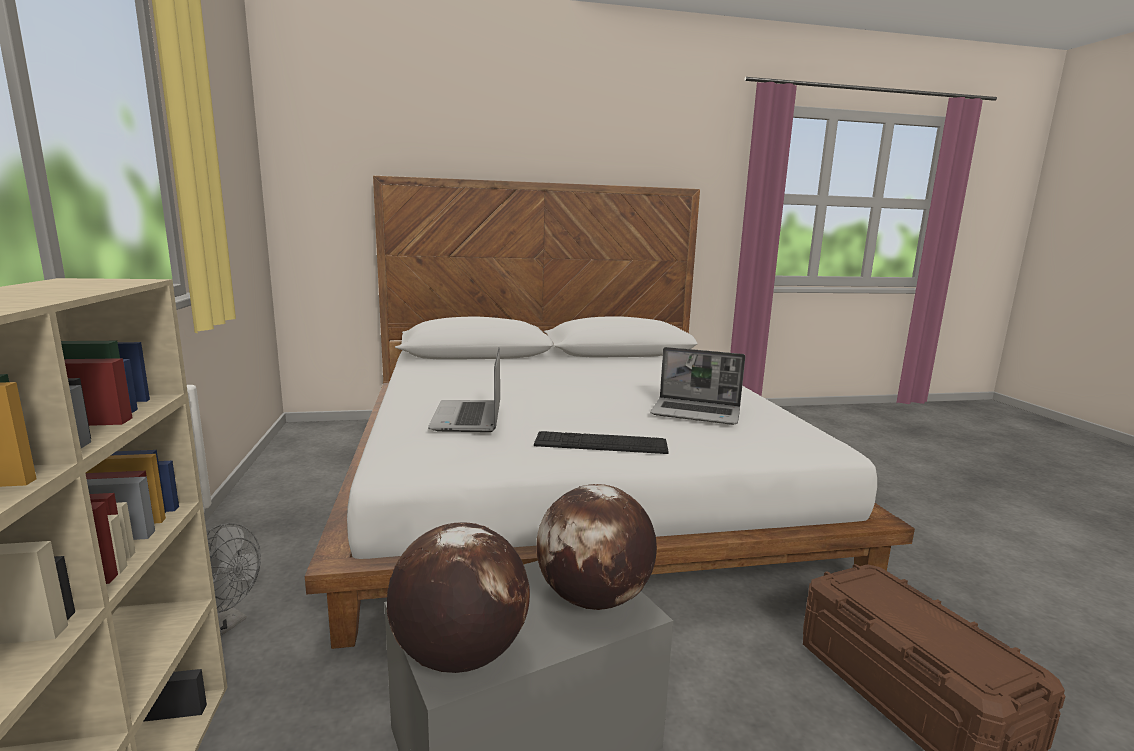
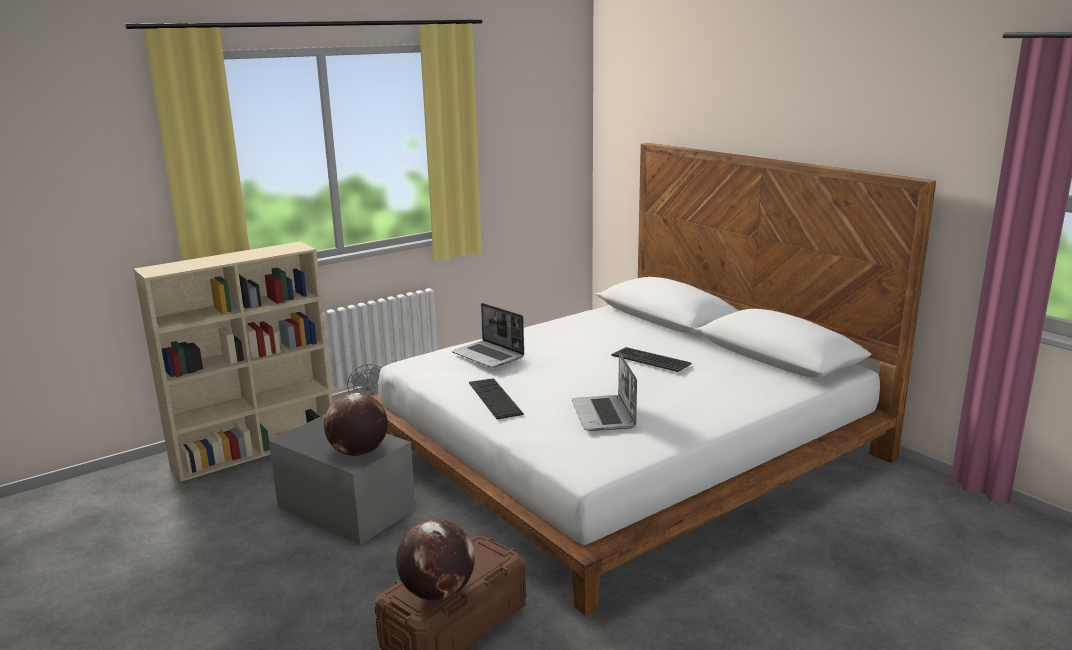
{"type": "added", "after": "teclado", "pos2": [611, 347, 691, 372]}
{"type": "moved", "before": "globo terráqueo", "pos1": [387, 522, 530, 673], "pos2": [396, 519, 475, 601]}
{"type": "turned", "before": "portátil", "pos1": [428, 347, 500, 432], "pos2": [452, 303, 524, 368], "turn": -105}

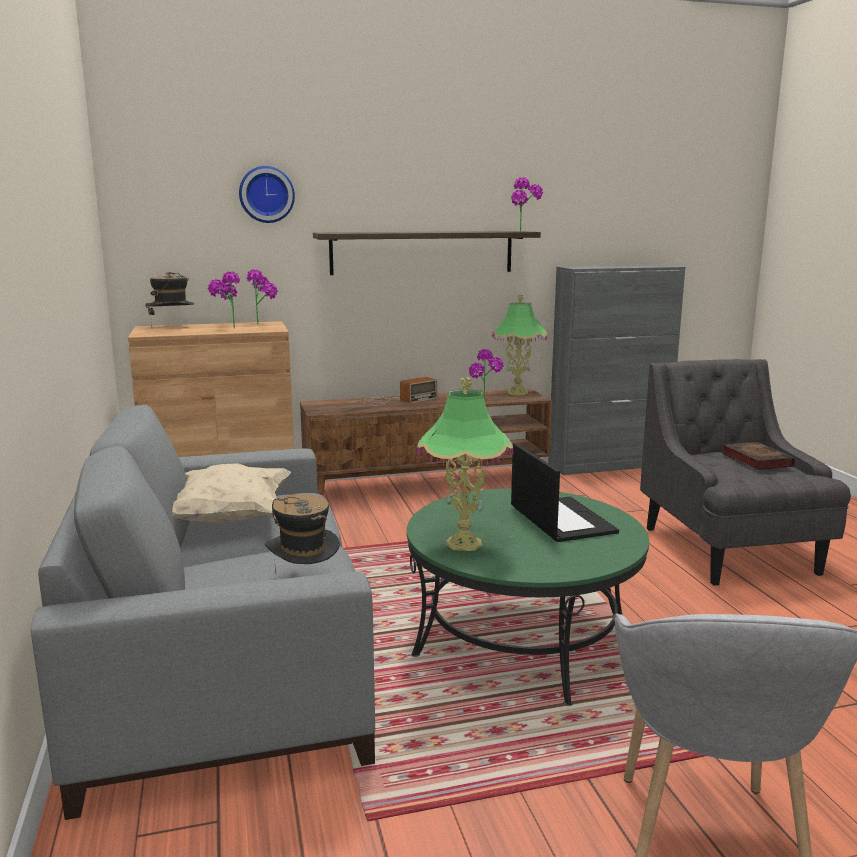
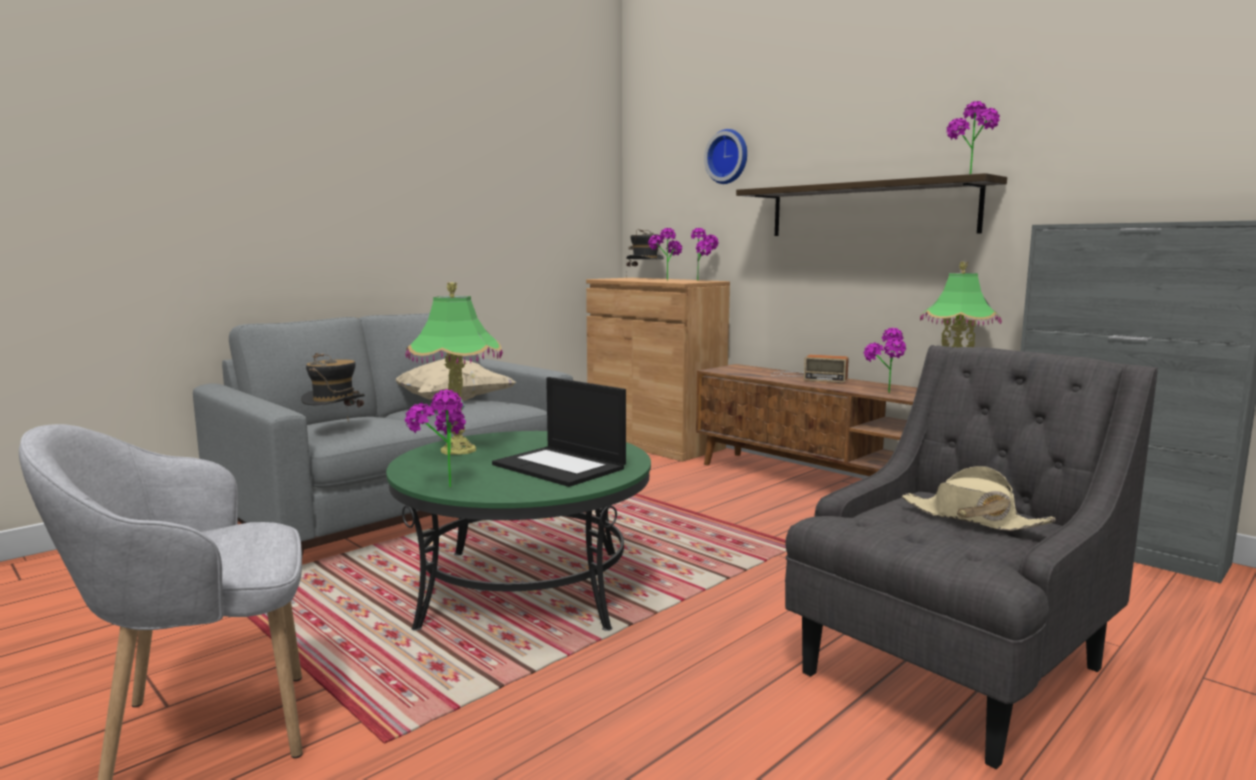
{"type": "added", "after": "planta en maceta", "pos2": [405, 389, 466, 488]}
{"type": "replaced", "before": "libro", "after": "sombrero (beis)", "pos1": [721, 442, 795, 470], "pos2": [902, 466, 1056, 531]}
{"type": "turned", "before": "portátil", "pos1": [511, 443, 619, 542], "pos2": [492, 377, 626, 487], "turn": 90}

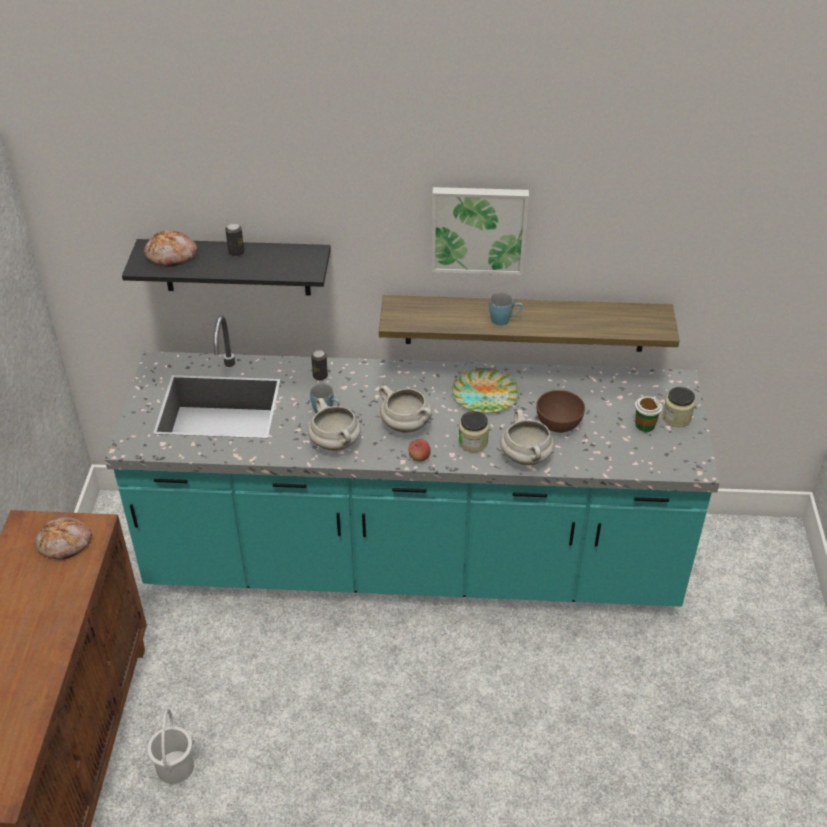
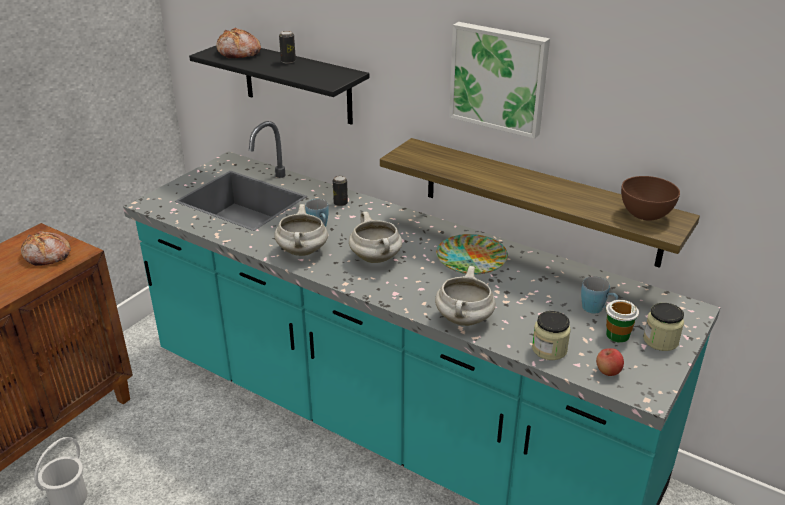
{"type": "moved", "before": "manzana", "pos1": [408, 439, 431, 462], "pos2": [596, 348, 624, 376]}
{"type": "moved", "before": "tarro", "pos1": [459, 411, 489, 452], "pos2": [532, 311, 571, 360]}
{"type": "moved", "before": "taza grande (azul)", "pos1": [489, 292, 523, 326], "pos2": [581, 276, 618, 314]}
{"type": "moved", "before": "cuenco (marrón)", "pos1": [536, 390, 585, 433], "pos2": [621, 176, 680, 221]}

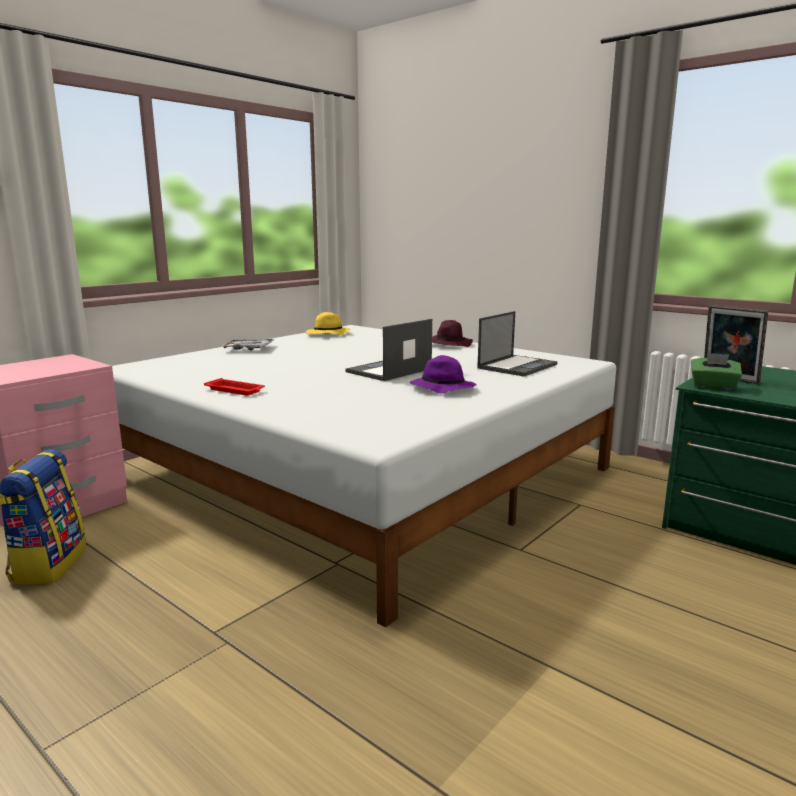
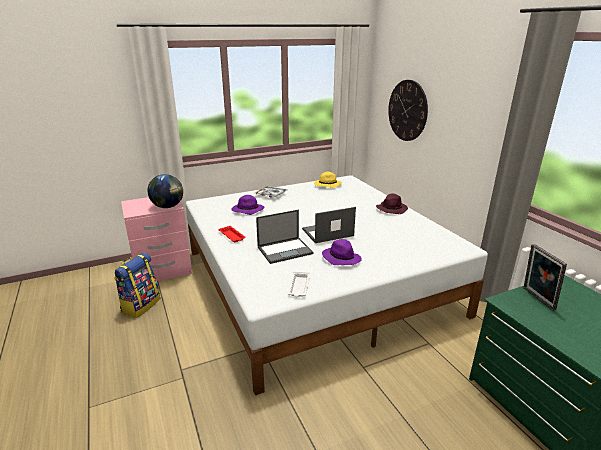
{"type": "removed", "before": "caja de pañuelos (verde)", "pos1": [691, 353, 742, 390]}
{"type": "added", "after": "globo terráqueo", "pos2": [148, 174, 183, 208]}
{"type": "added", "after": "sombrero (morado)", "pos2": [231, 195, 264, 215]}
{"type": "added", "after": "bandeja (blanco)", "pos2": [288, 272, 310, 297]}
{"type": "added", "after": "reloj de pared", "pos2": [388, 80, 428, 141]}
{"type": "moved", "before": "portátil", "pos1": [477, 311, 557, 377], "pos2": [256, 210, 313, 264]}

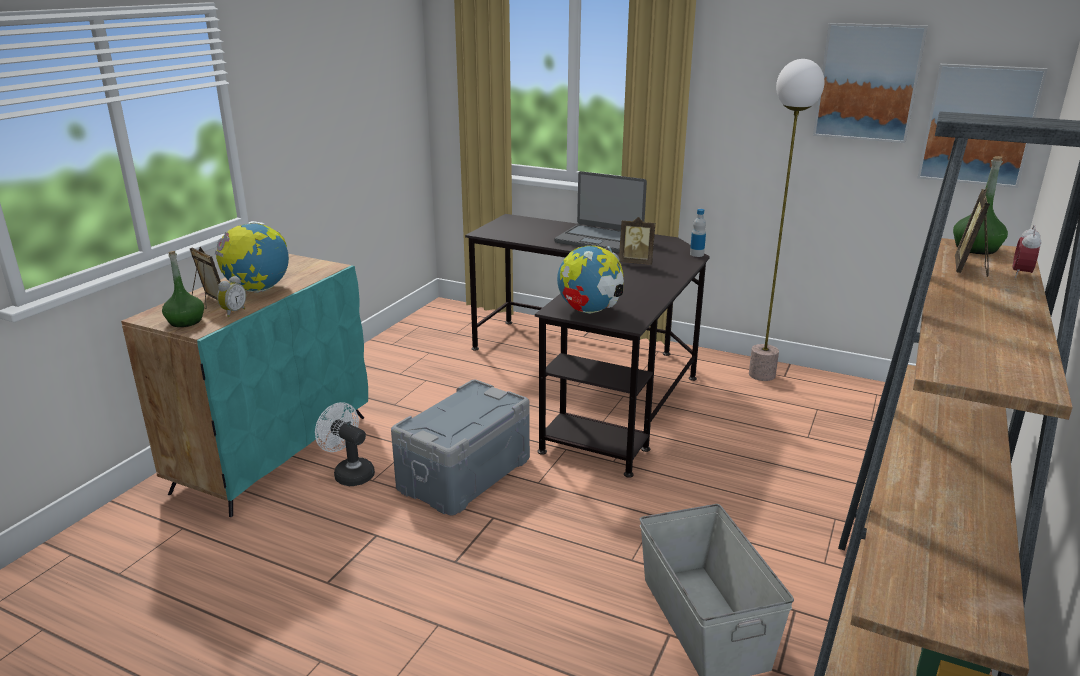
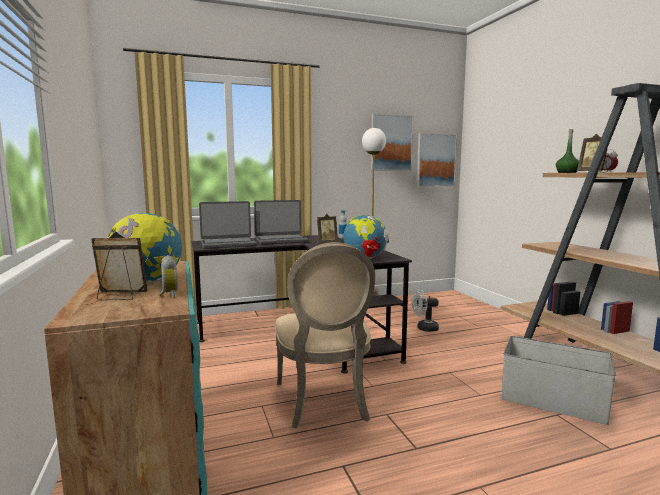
{"type": "removed", "before": "botella (verde)", "pos1": [162, 251, 204, 327]}
{"type": "added", "after": "portátil", "pos2": [199, 201, 257, 249]}
{"type": "moved", "before": "ventilador (blanco)", "pos1": [315, 402, 375, 486], "pos2": [411, 289, 439, 332]}
{"type": "replaced", "before": "caja de almacenaje (gris)", "after": "silla (beis)", "pos1": [391, 380, 530, 515], "pos2": [274, 242, 375, 428]}

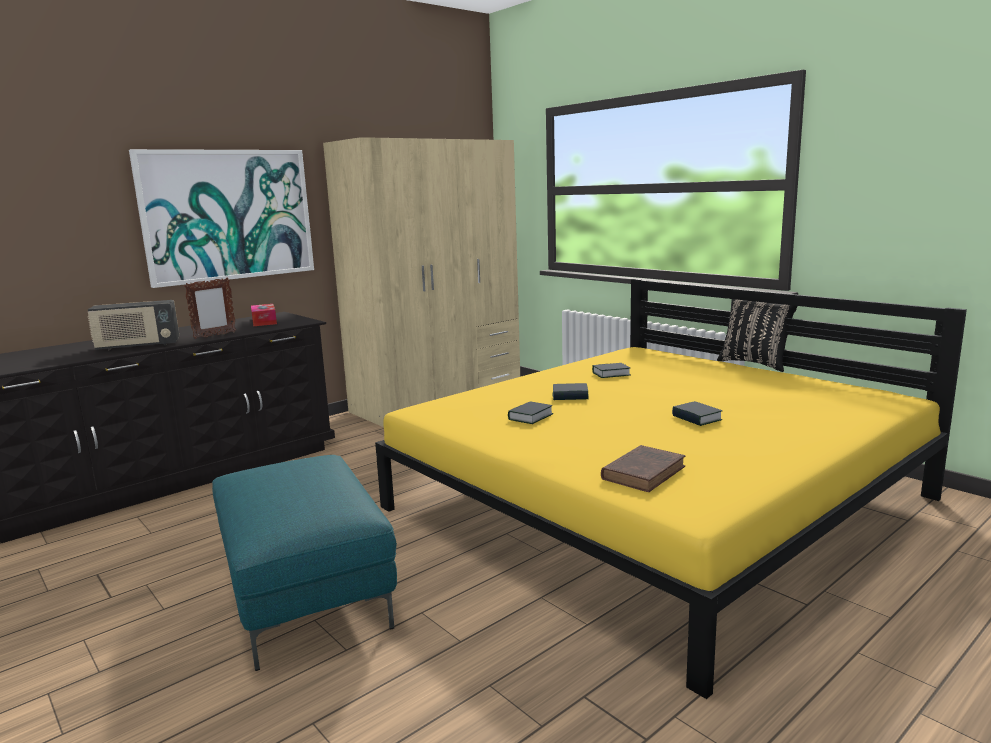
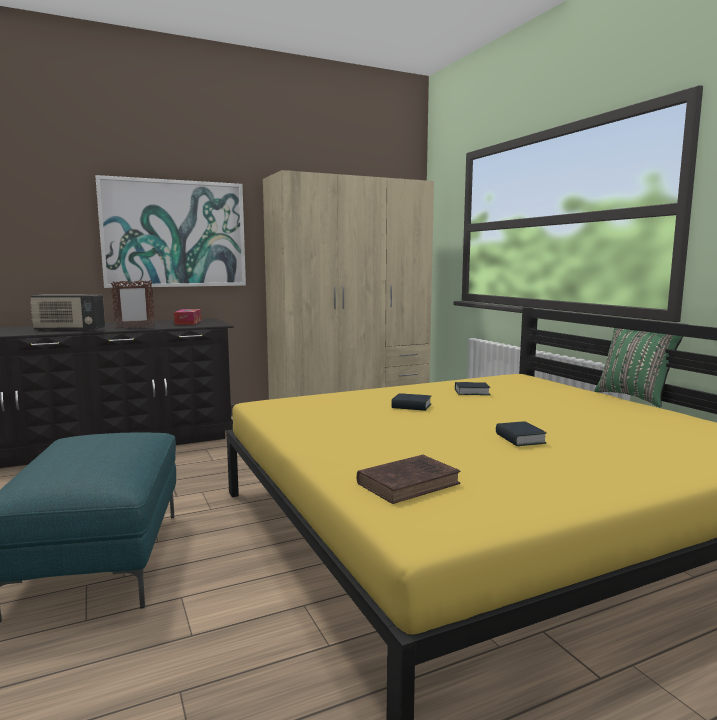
{"type": "removed", "before": "libro", "pos1": [508, 401, 553, 424]}
{"type": "recoloured", "before": "cojín (negro)", "after": "cojín (verde)", "pos1": [717, 299, 797, 372], "pos2": [594, 328, 683, 408]}

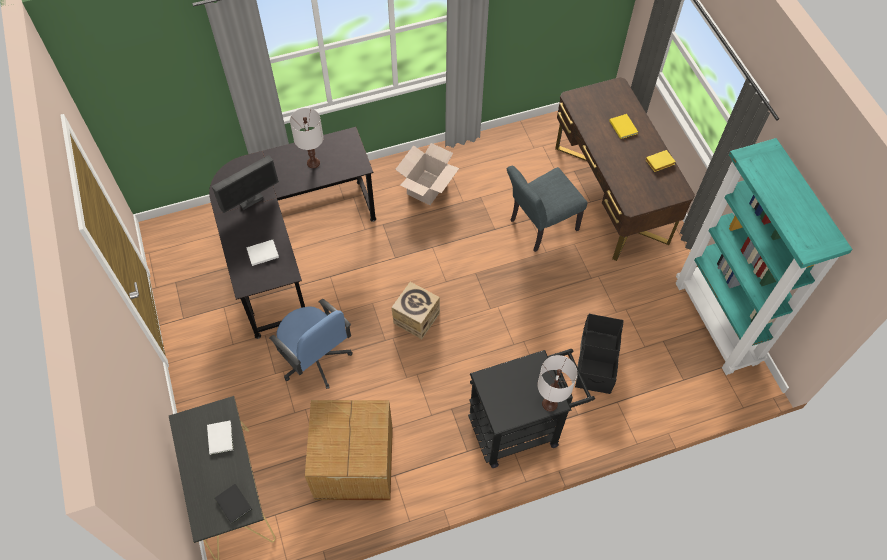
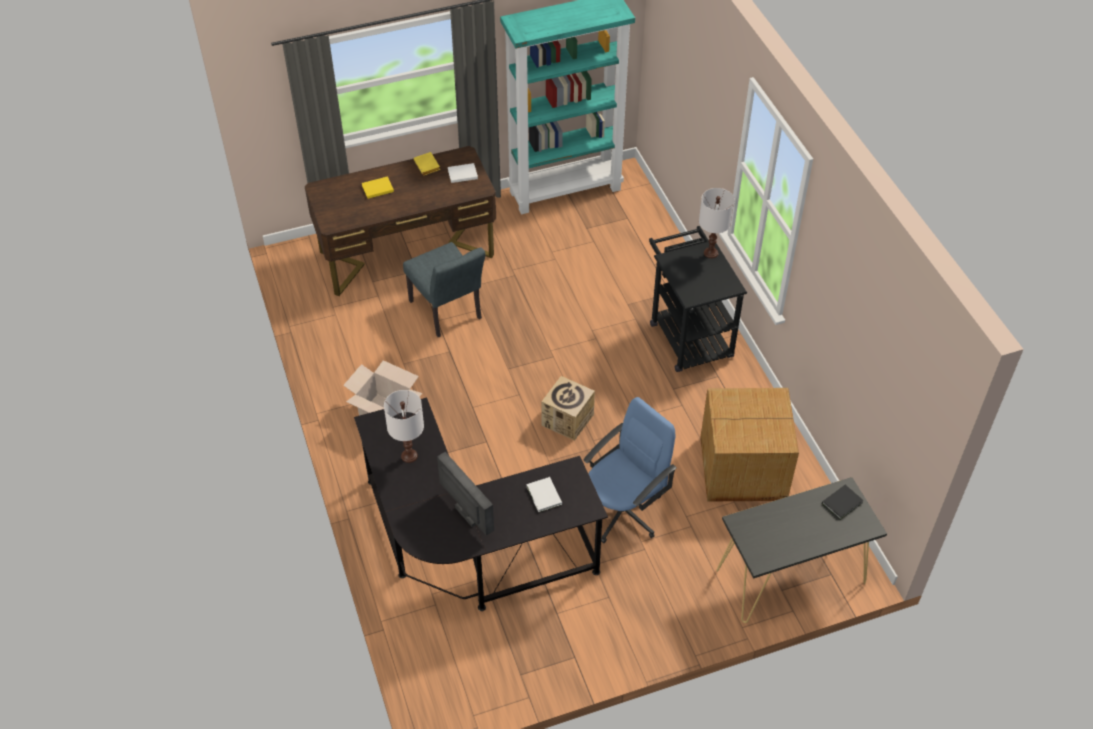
{"type": "removed", "before": "caja de almacenaje (negro)", "pos1": [575, 314, 624, 394]}
{"type": "moved", "before": "libro (blanco)", "pos1": [207, 421, 234, 455], "pos2": [448, 163, 478, 183]}

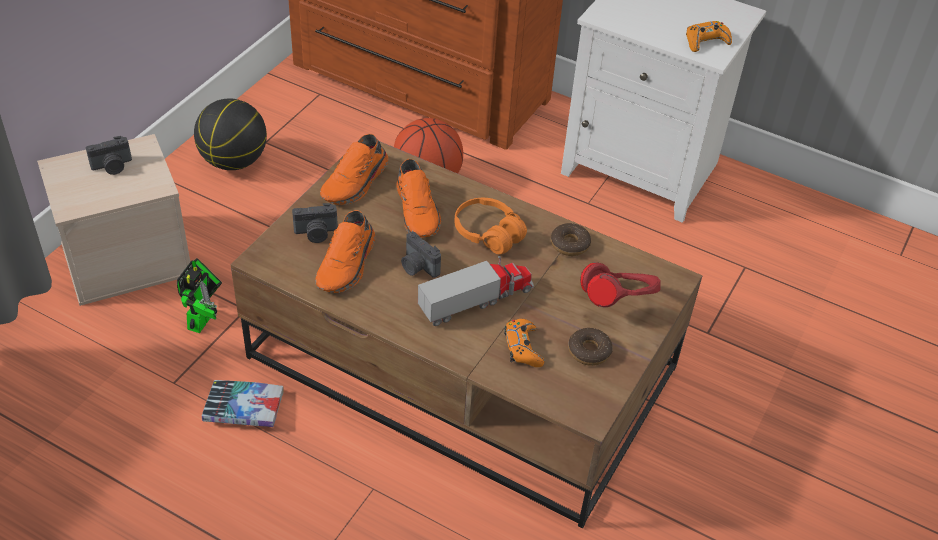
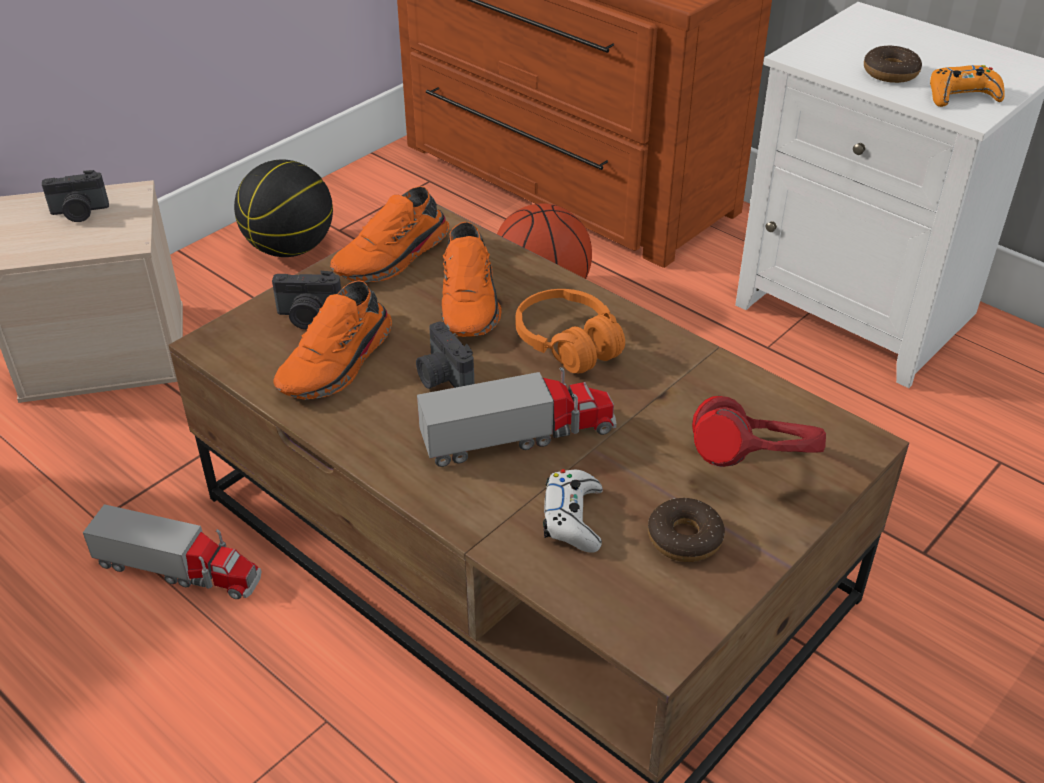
{"type": "removed", "before": "robot de juguete", "pos1": [177, 258, 222, 333]}
{"type": "moved", "before": "rosquilla", "pos1": [551, 223, 591, 256], "pos2": [864, 45, 922, 83]}
{"type": "replaced", "before": "libro", "after": "camión de juguete", "pos1": [202, 380, 284, 427], "pos2": [83, 504, 261, 599]}
{"type": "recoloured", "before": "mando de consola (naranja)", "after": "mando de consola (blanco)", "pos1": [504, 319, 545, 367], "pos2": [543, 469, 603, 553]}

